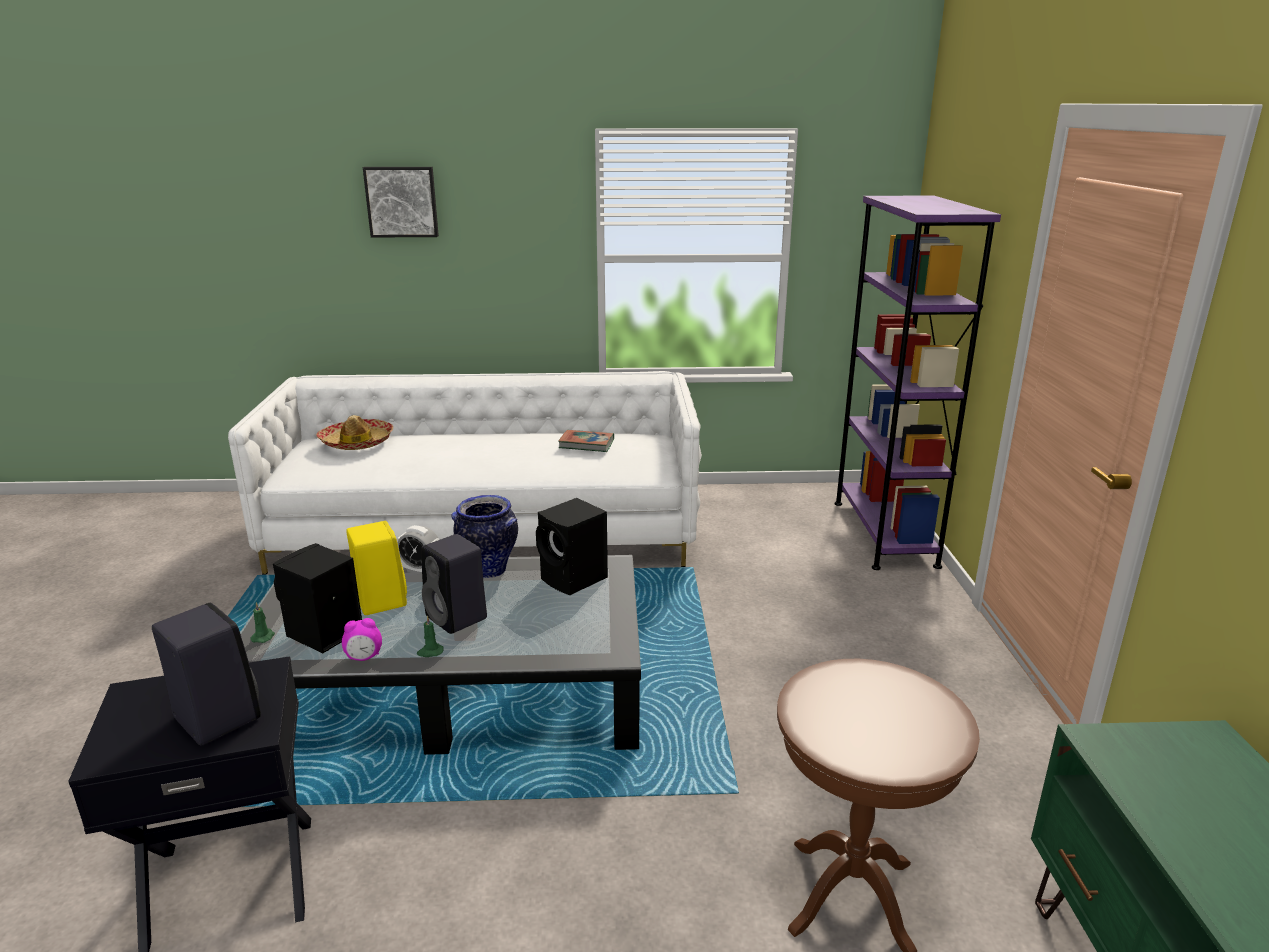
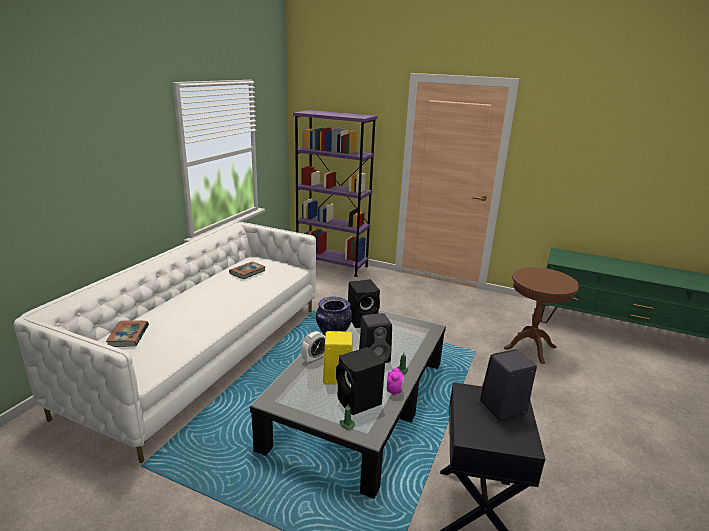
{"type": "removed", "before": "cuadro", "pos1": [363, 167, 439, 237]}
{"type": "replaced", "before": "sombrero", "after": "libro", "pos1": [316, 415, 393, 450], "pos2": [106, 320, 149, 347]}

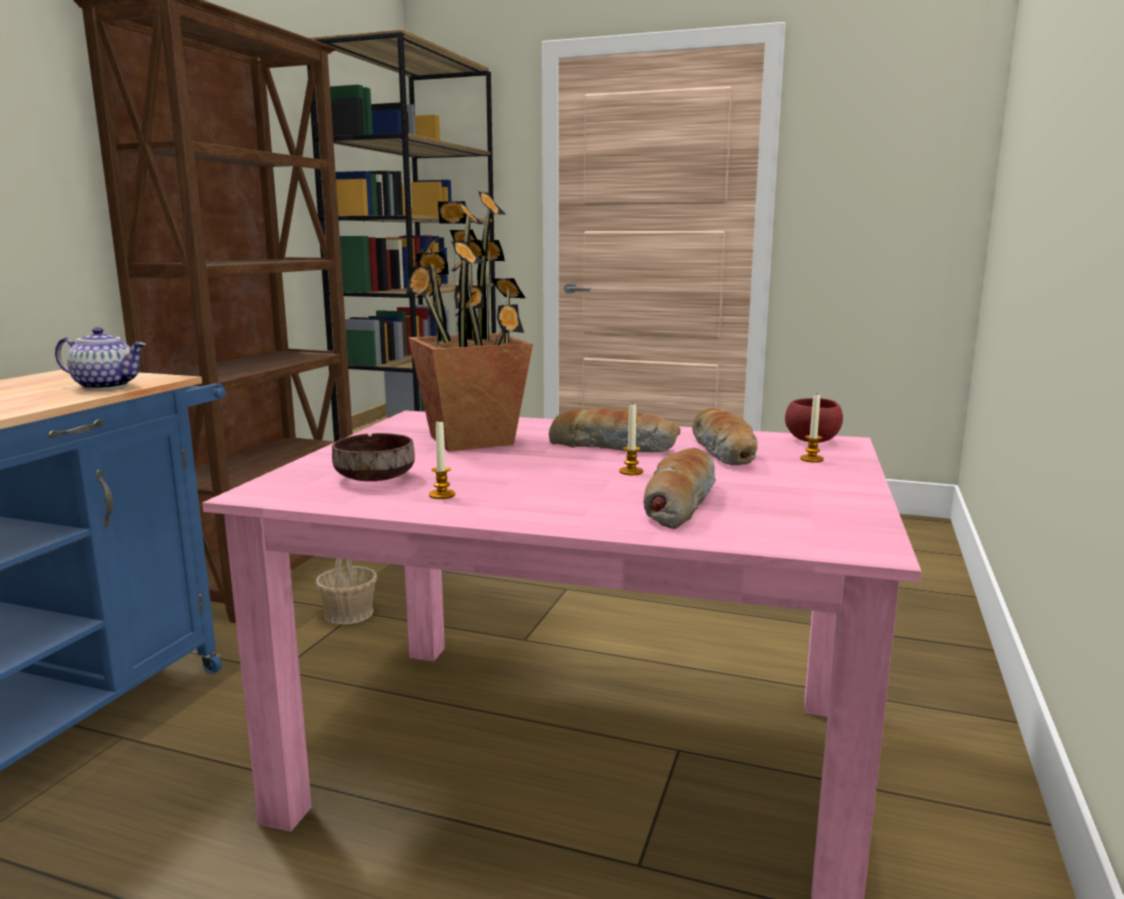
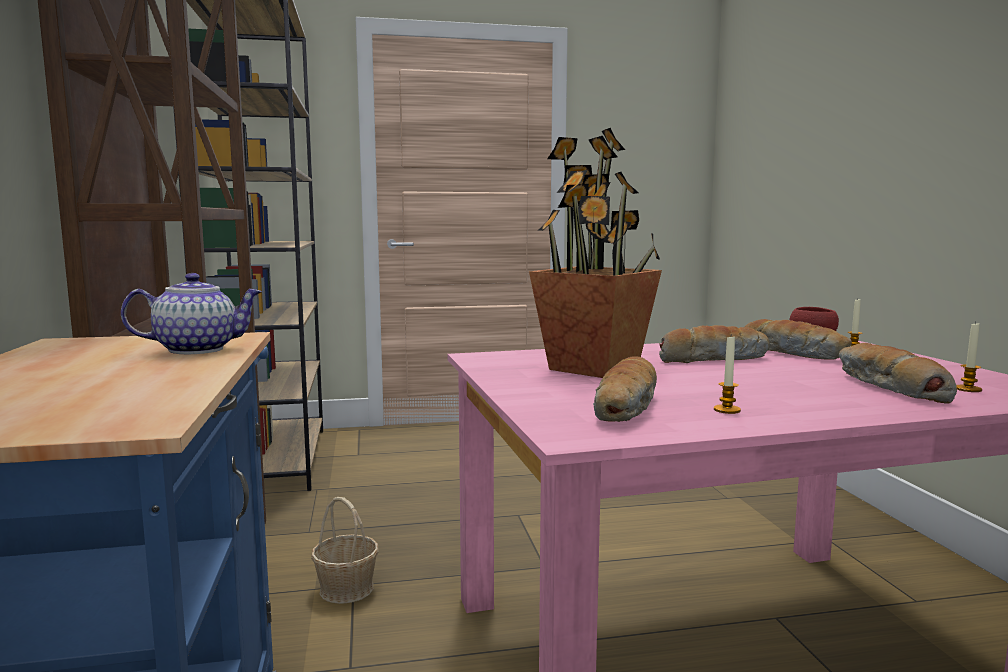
{"type": "moved", "before": "vela", "pos1": [619, 402, 643, 475], "pos2": [956, 322, 982, 392]}
{"type": "replaced", "before": "cuenco (marrón)", "after": "pan", "pos1": [332, 433, 415, 481], "pos2": [593, 356, 657, 422]}

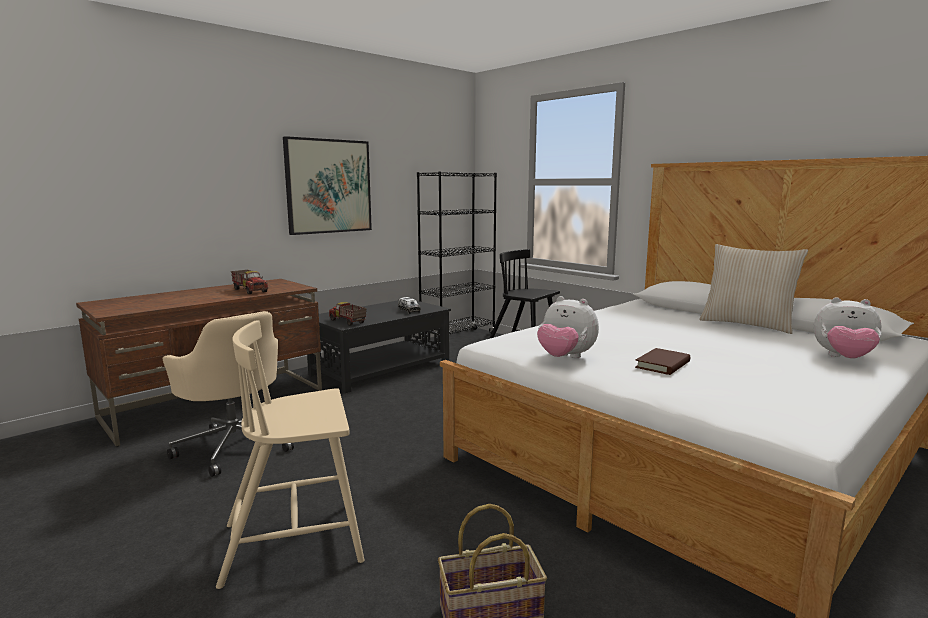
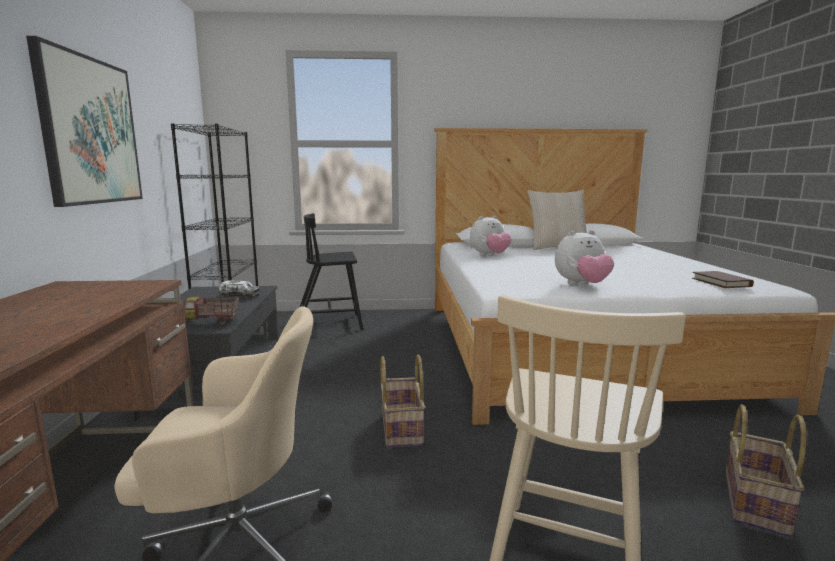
{"type": "removed", "before": "camión de juguete", "pos1": [231, 270, 268, 294]}
{"type": "added", "after": "cesta", "pos2": [381, 355, 425, 448]}
{"type": "moved", "before": "libro (marrón)", "pos1": [635, 348, 690, 375], "pos2": [692, 271, 754, 288]}
{"type": "moved", "before": "peluche", "pos1": [814, 297, 882, 359], "pos2": [470, 215, 512, 256]}

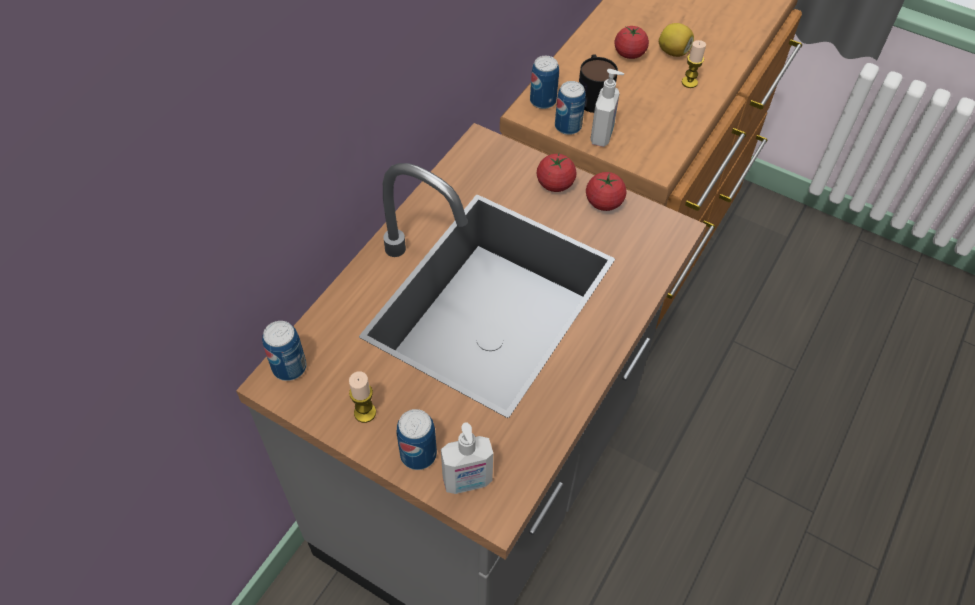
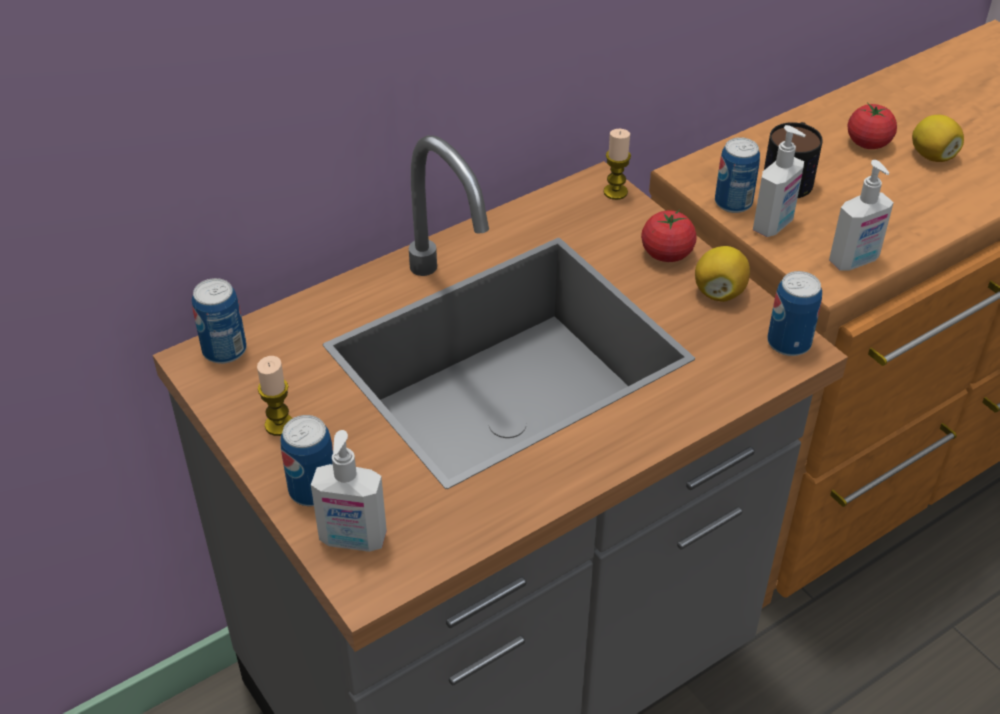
{"type": "added", "after": "dispensador de jabón", "pos2": [829, 160, 894, 271]}
{"type": "moved", "before": "lata", "pos1": [530, 56, 559, 109], "pos2": [767, 271, 822, 356]}
{"type": "moved", "before": "vela", "pos1": [682, 40, 706, 88], "pos2": [603, 129, 631, 200]}
{"type": "replaced", "before": "tomate", "after": "limón", "pos1": [586, 172, 626, 211], "pos2": [695, 246, 750, 302]}

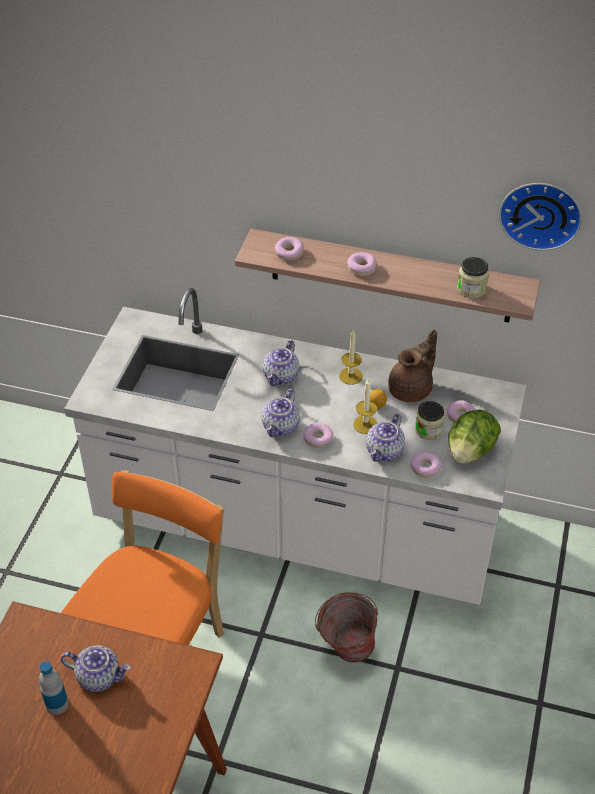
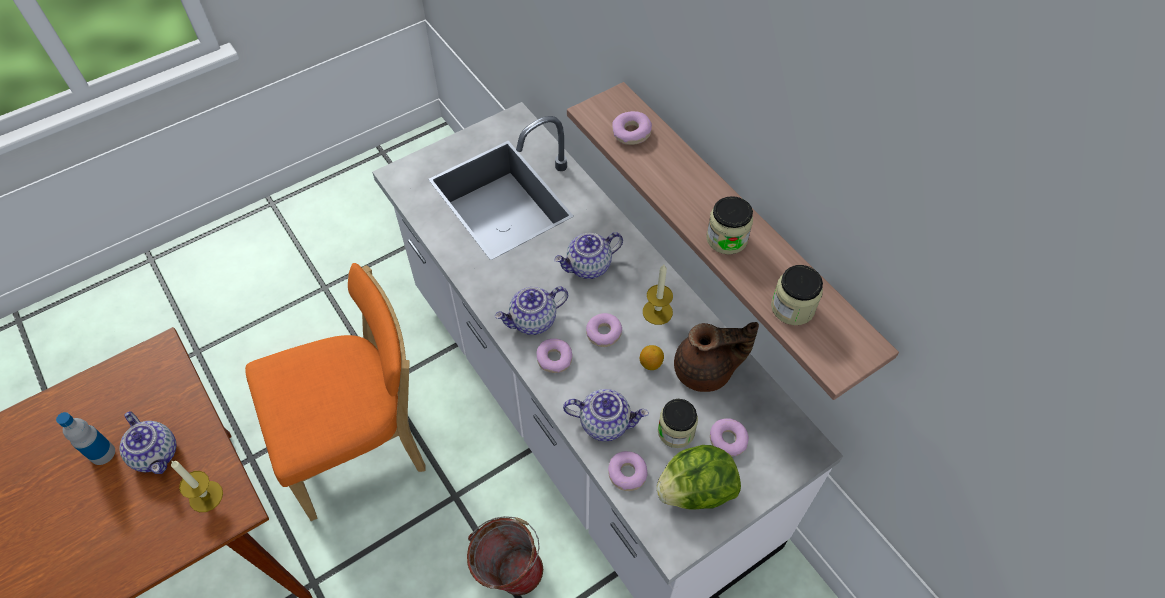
{"type": "removed", "before": "reloj de pared", "pos1": [499, 183, 582, 251]}
{"type": "added", "after": "tarro", "pos2": [706, 196, 753, 255]}
{"type": "moved", "before": "rosquilla", "pos1": [347, 252, 377, 276], "pos2": [586, 313, 622, 347]}
{"type": "moved", "before": "vela", "pos1": [353, 378, 378, 434], "pos2": [171, 460, 223, 512]}
{"type": "turned", "before": "tetera", "pos1": [366, 413, 405, 462], "pos2": [563, 389, 649, 441], "turn": -150}

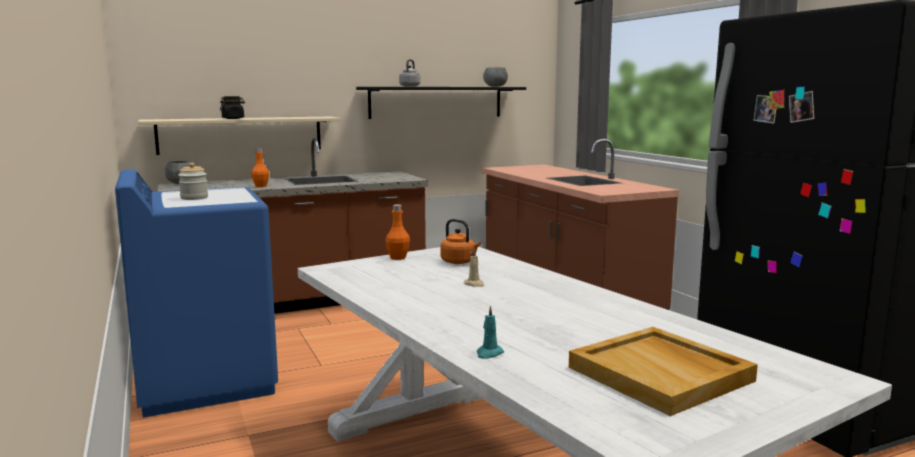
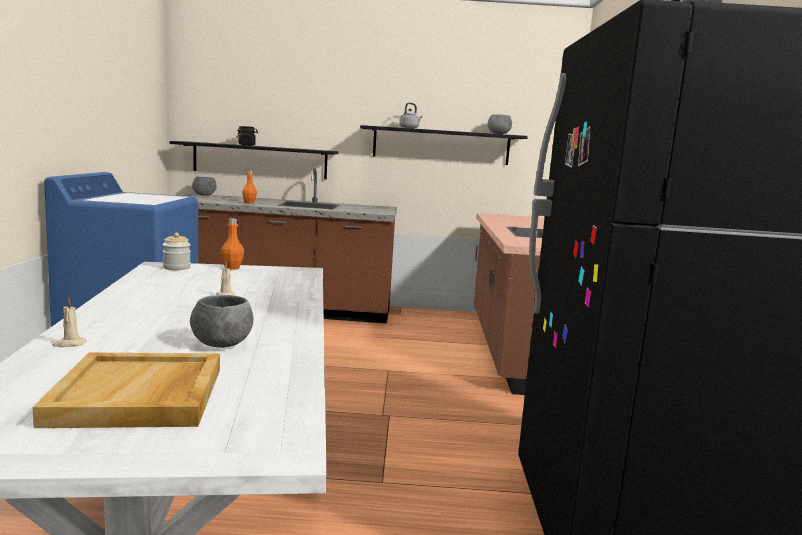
{"type": "removed", "before": "hervidor (naranja)", "pos1": [440, 219, 481, 264]}
{"type": "added", "after": "cuenco (gris)", "pos2": [190, 295, 253, 348]}
{"type": "moved", "before": "tarro", "pos1": [178, 163, 208, 200], "pos2": [162, 233, 191, 270]}
{"type": "recoloured", "before": "estante (beis)", "after": "estante (negro)", "pos1": [138, 116, 341, 155], "pos2": [170, 141, 338, 180]}
{"type": "recoloured", "before": "vela (turquesa)", "after": "vela (beis)", "pos1": [477, 306, 504, 359], "pos2": [53, 298, 86, 347]}

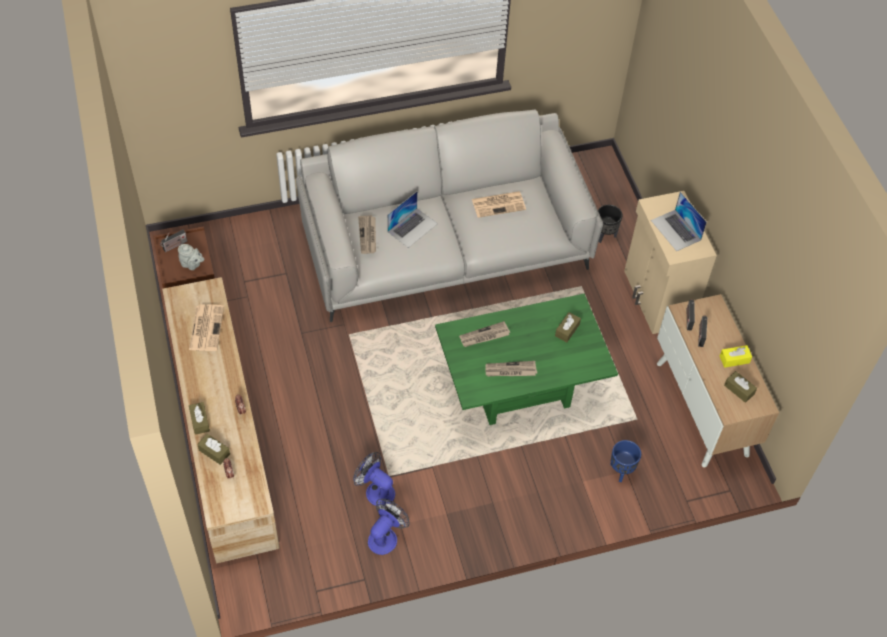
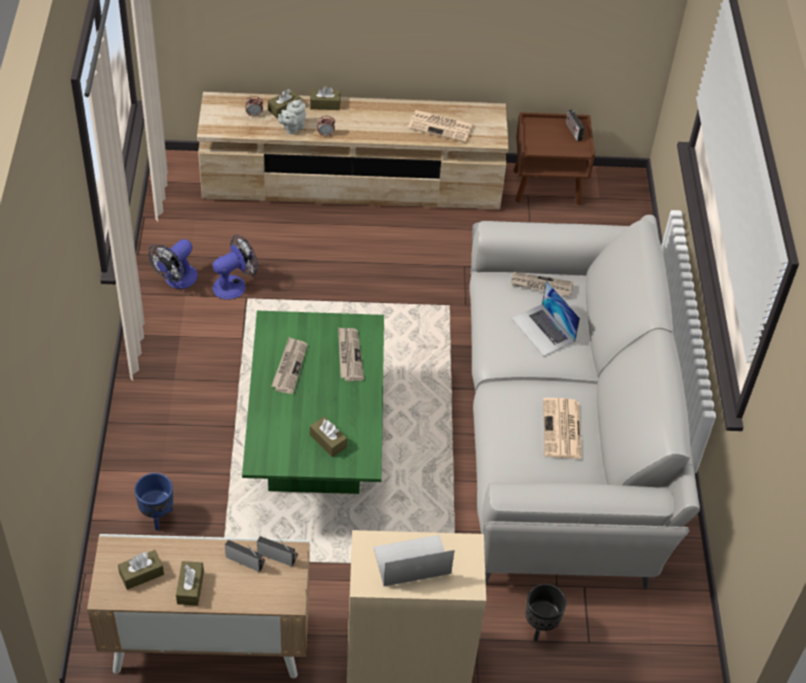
{"type": "moved", "before": "tetera (gris)", "pos1": [178, 244, 204, 270], "pos2": [278, 99, 306, 134]}
{"type": "recoloured", "before": "caja de pañuelos (amarillo)", "after": "caja de pañuelos (marrón)", "pos1": [720, 345, 752, 368], "pos2": [176, 561, 204, 606]}
{"type": "turned", "before": "ventilador", "pos1": [368, 499, 409, 555], "pos2": [149, 239, 198, 289], "turn": 75}

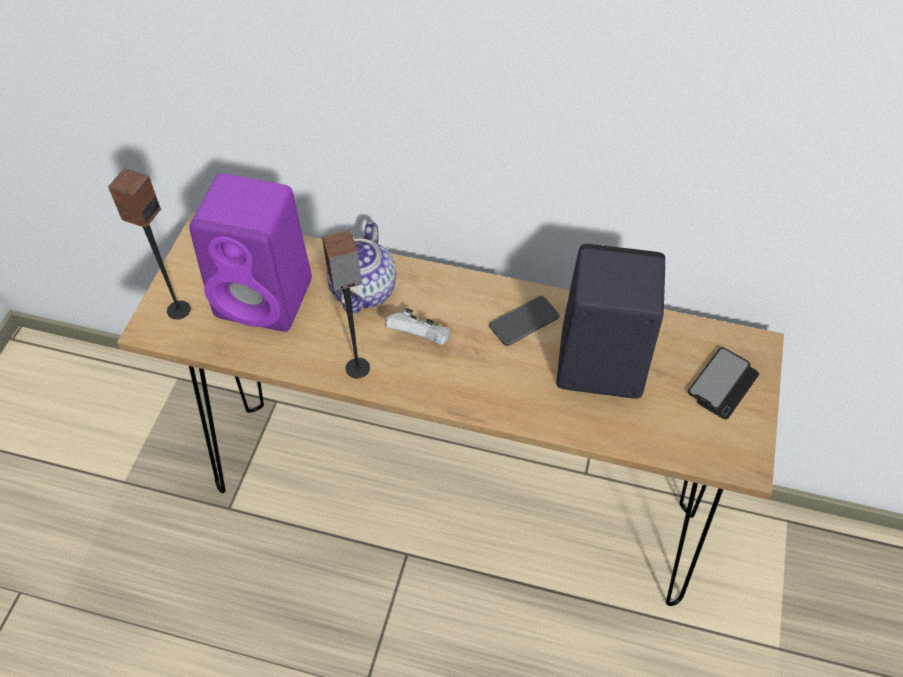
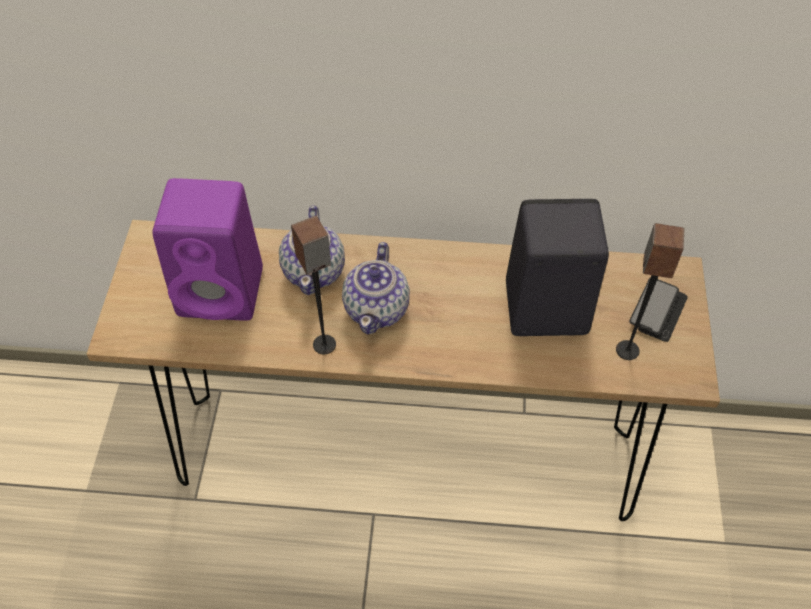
{"type": "removed", "before": "móvil", "pos1": [489, 296, 560, 346]}
{"type": "moved", "before": "altavoz", "pos1": [108, 168, 191, 320], "pos2": [616, 223, 685, 360]}
{"type": "replaced", "before": "mando de consola (blanco)", "after": "tetera", "pos1": [385, 308, 450, 345], "pos2": [342, 242, 410, 335]}

